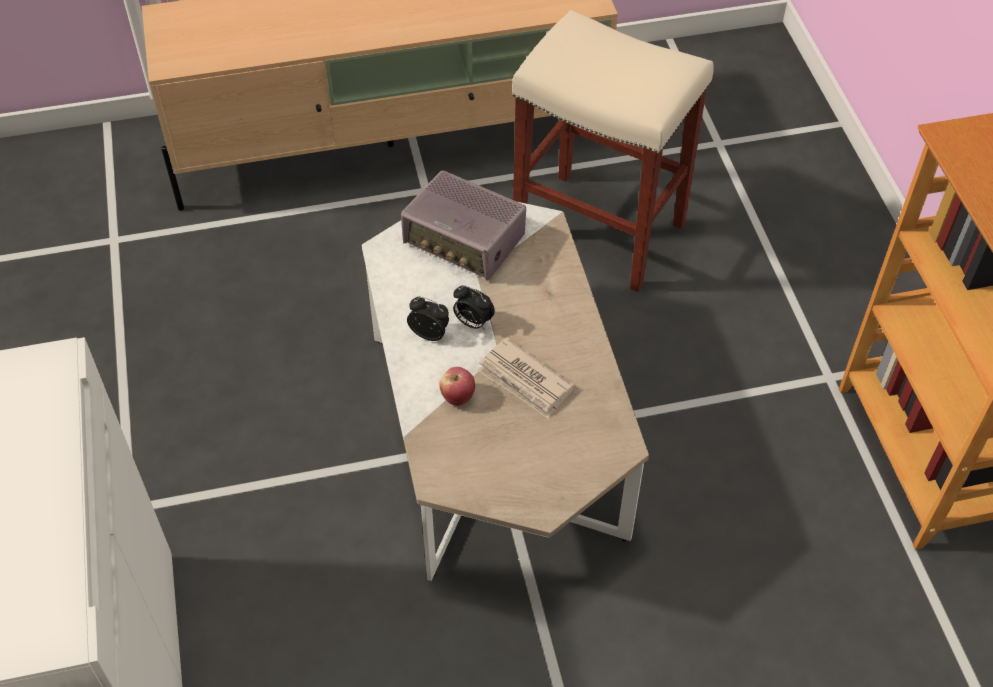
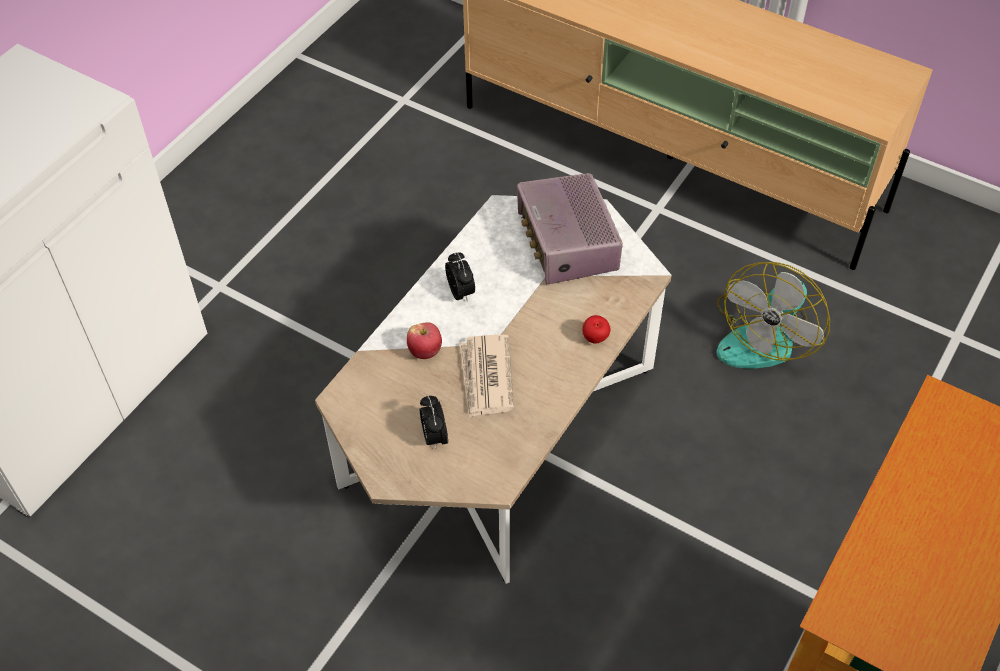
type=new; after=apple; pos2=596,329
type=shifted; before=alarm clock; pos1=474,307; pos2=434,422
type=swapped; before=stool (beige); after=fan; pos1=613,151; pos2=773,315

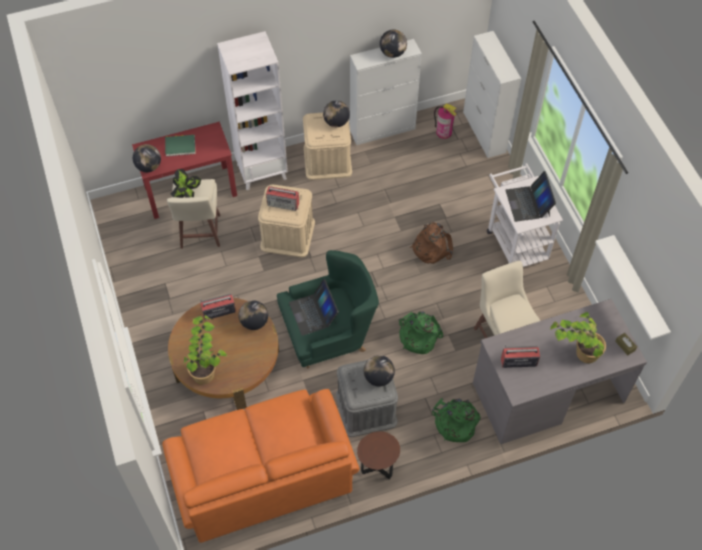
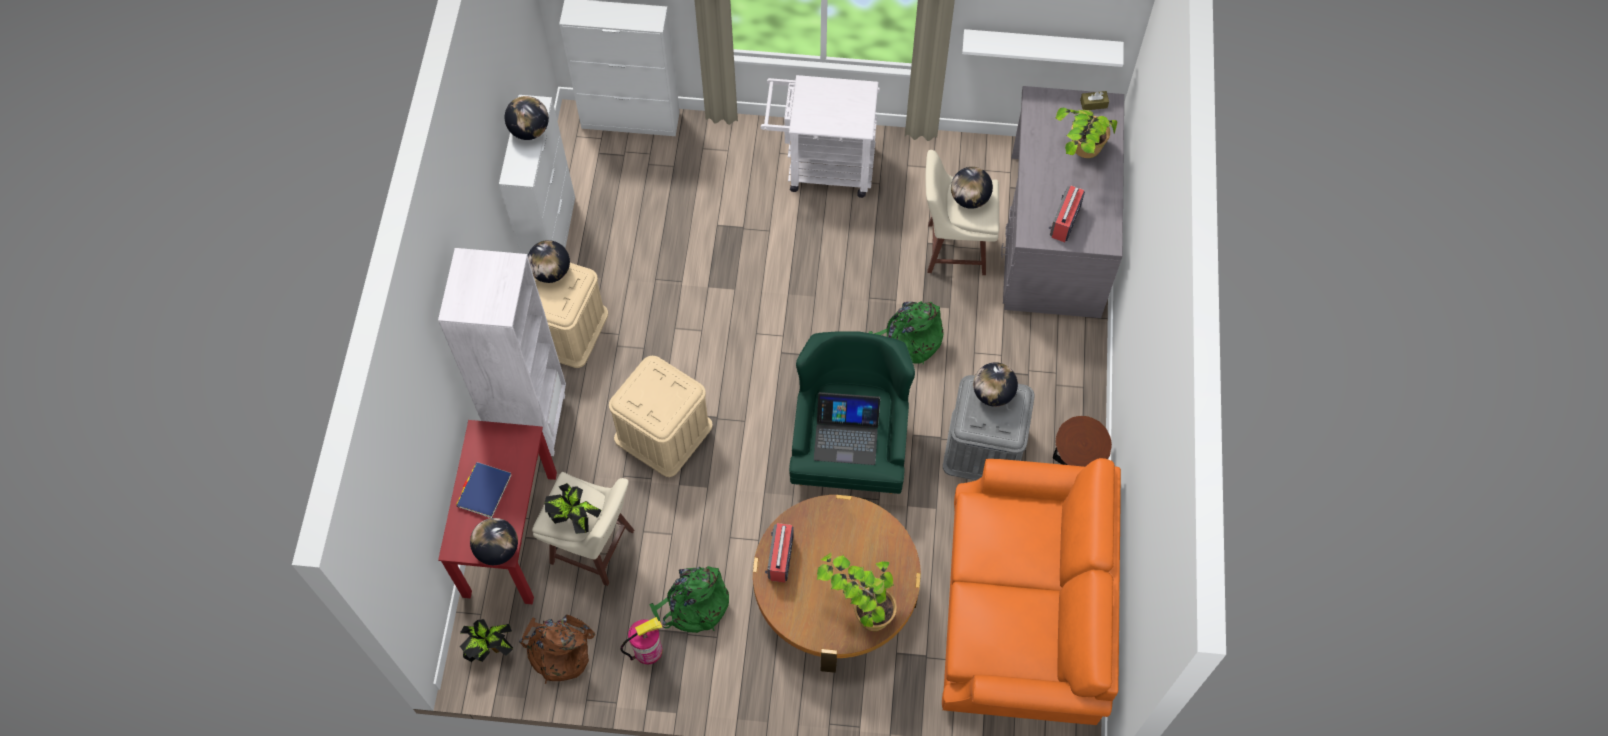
type=gone; before=radio; pos1=282,198
type=gone; before=laptop; pos1=530,196
type=new; after=potted plant; pos2=486,640
type=shifted; before=globe; pos1=253,315; pos2=972,188
type=shifted; before=backpack (brown); pos1=431,243; pos2=557,649
type=shifted; before=backpack (green); pos1=456,420; pos2=689,599
type=shifted; before=fire extinguisher; pos1=445,121; pos2=641,640
type=repainted; before=book (green); after=book (blue); pos1=180,145; pos2=484,490

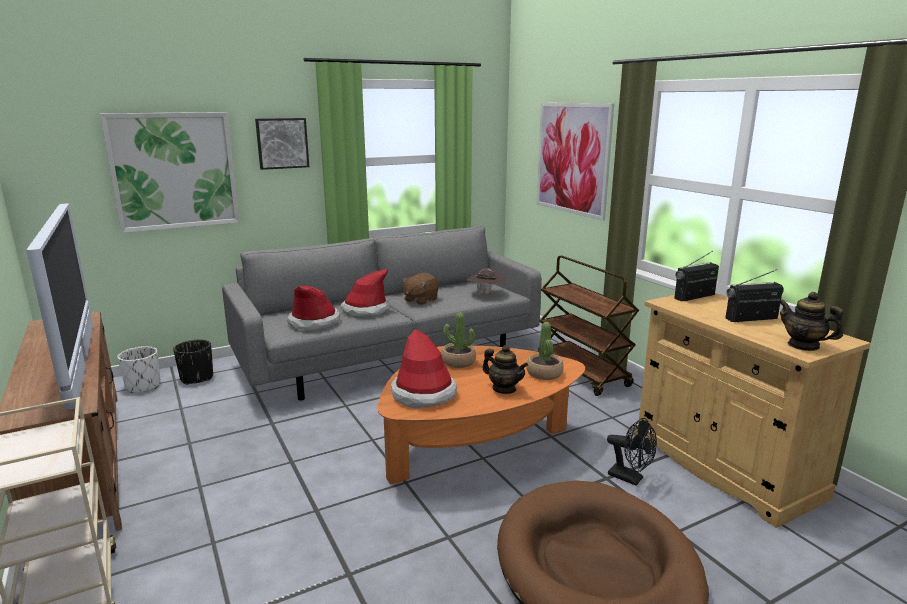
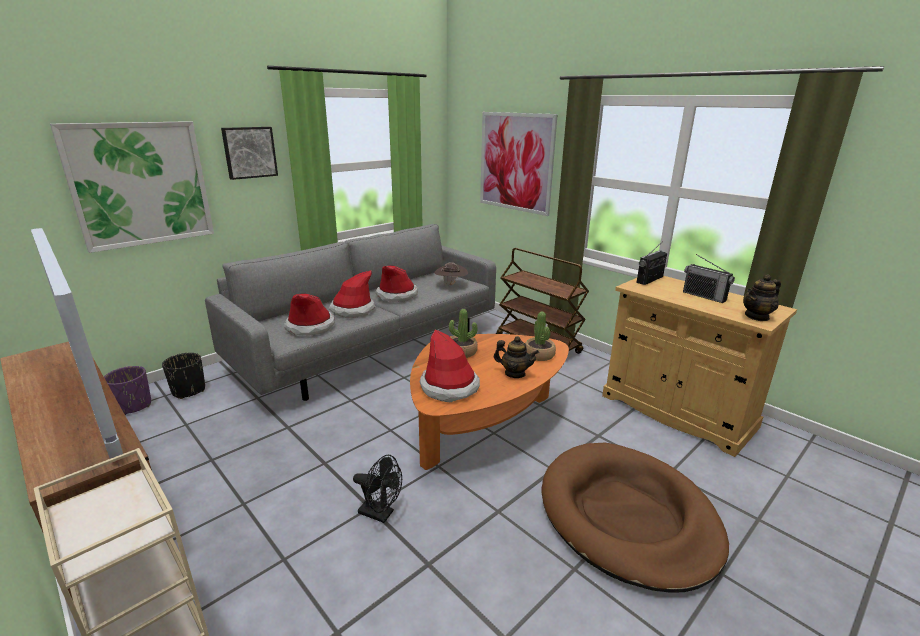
type=shifted; before=fan (black); pos1=632,452; pos2=377,489
type=swapped; before=plush toy (brown); after=hat; pos1=420,289; pos2=397,283
type=repainted; before=planter (white); after=planter (purple); pos1=138,369; pos2=127,390
type=rotated; before=radio; pos1=754,295; pos2=709,278; turn=-105
type=rotated; before=teapot; pos1=811,321; pos2=762,297; turn=-60

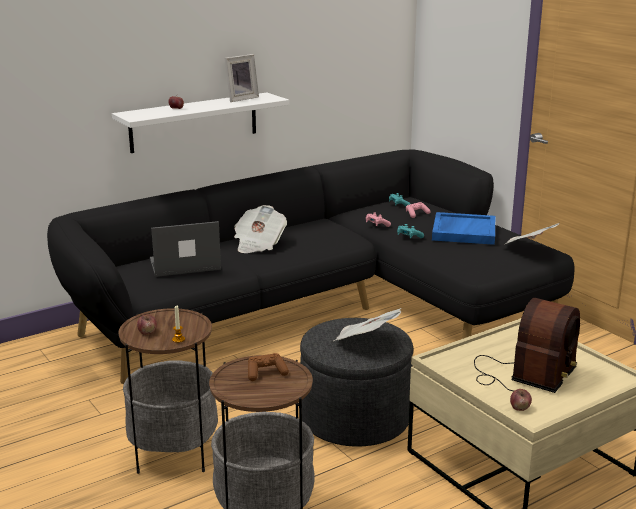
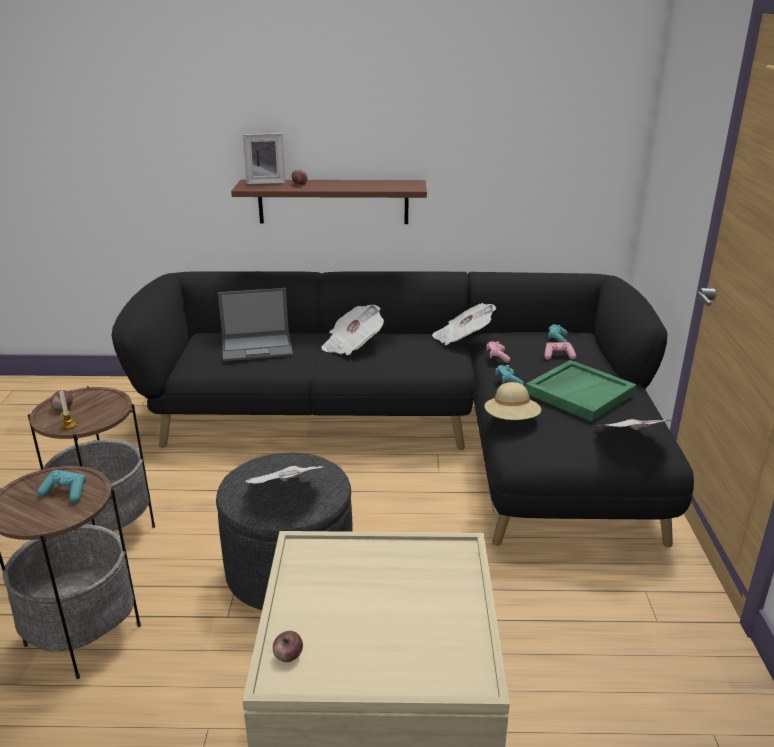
type=gone; before=radio; pos1=527,345
type=new; after=newspaper; pos2=464,324
type=new; after=hat (beige); pos2=513,401
type=shifted; before=picture frame; pos1=242,78; pos2=264,158
type=repainted; before=shelf (white); after=shelf (brown); pos1=200,123; pos2=329,202
type=repainted; before=game controller (brown); after=game controller (turquoise); pos1=268,367; pos2=61,486
type=repainted; before=tray (blue); after=tray (green); pos1=463,228; pos2=581,391
type=rotated; before=laptop; pos1=185,249; pos2=255,324; turn=150

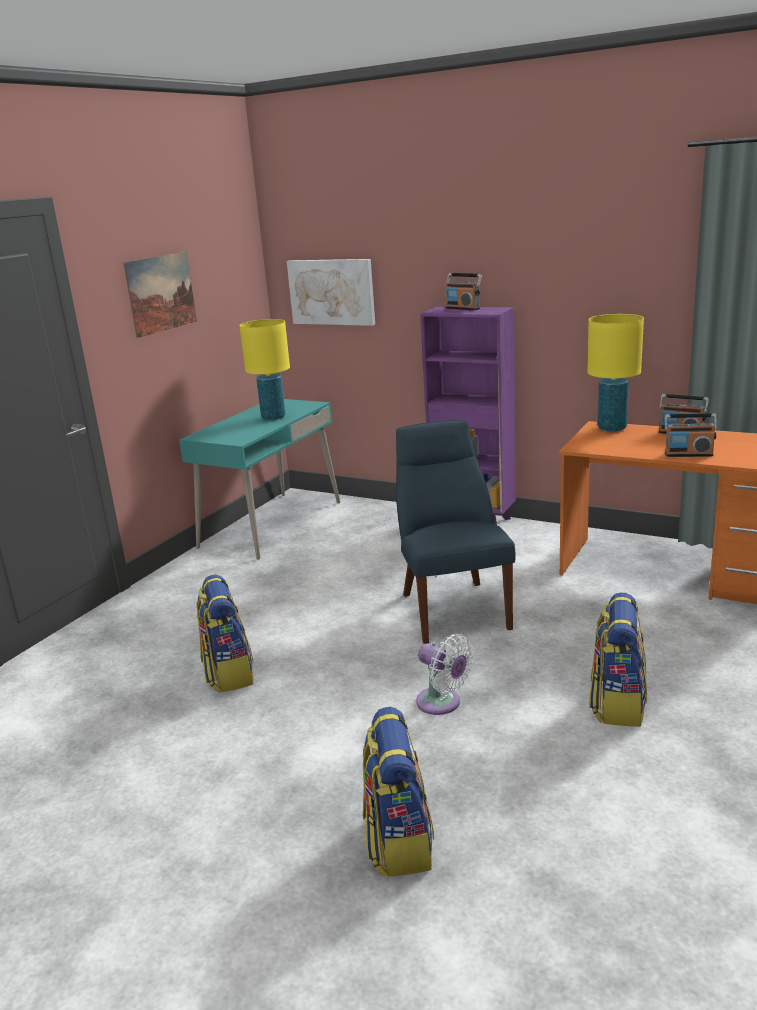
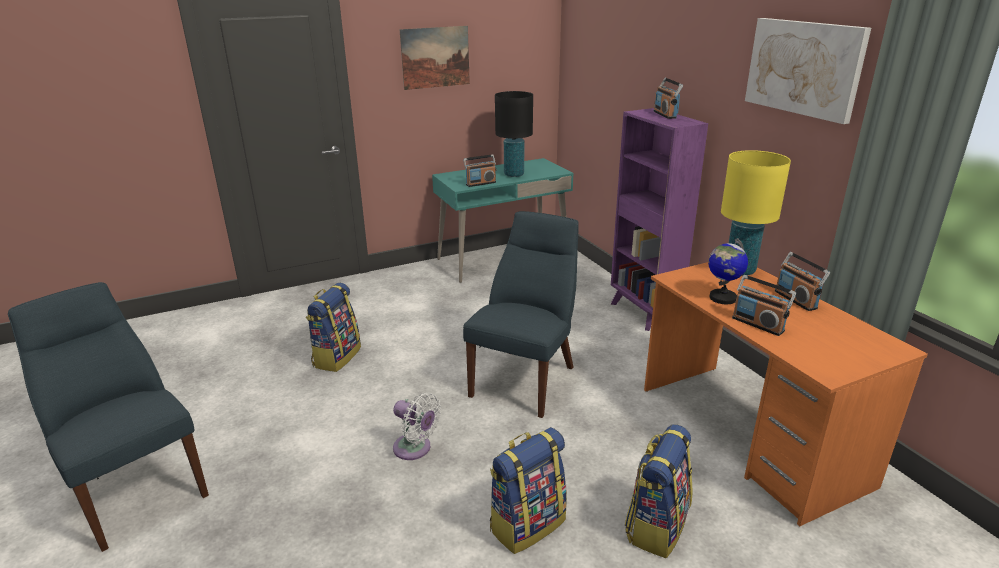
type=new; after=chair (blue); pos2=108,417
type=new; after=radio; pos2=479,170
type=new; after=globe; pos2=728,271
type=shifted; before=picture; pos1=331,292; pos2=808,71
type=shifted; before=backpack; pos1=398,792; pos2=659,491
type=repainted; before=table lamp (yellow); after=table lamp (black); pos1=264,369; pos2=514,134
type=rotated; before=fan (white); pos1=445,674; pos2=417,426; turn=-45

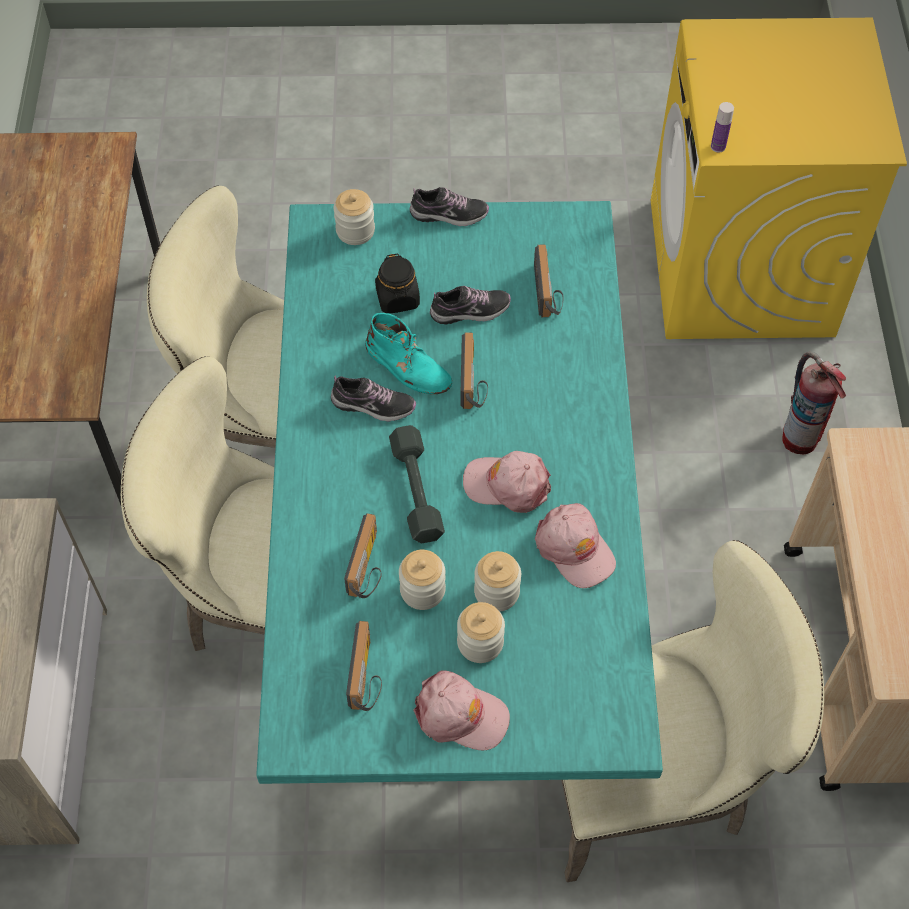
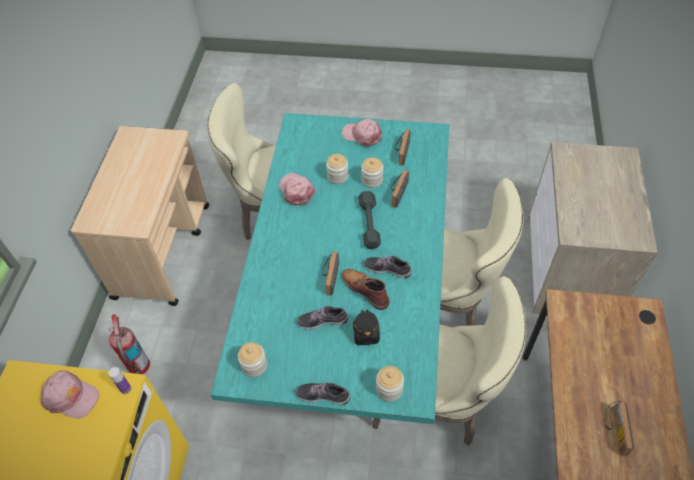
type=shifted; before=jar; pos1=481,632; pos2=252,359
type=shifted; before=cap (pink); pos1=507,482; pos2=70,394
type=shifted; before=radio; pos1=549,280; pos2=619,428
type=repainted; before=boot (turquoise); after=boot (brown); pos1=408,353; pos2=365,289

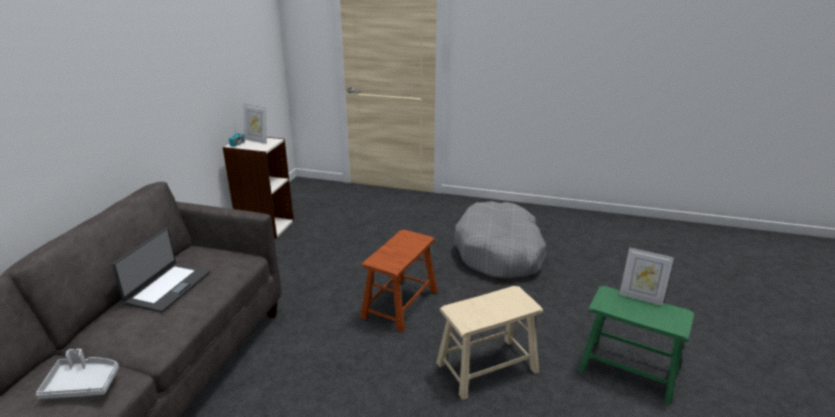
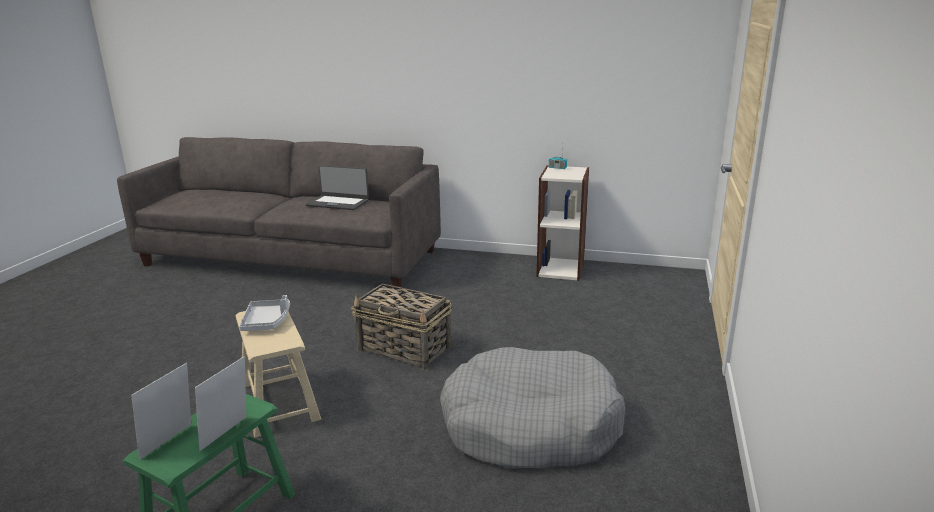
type=shifted; before=tray (grey); pos1=77,374; pos2=264,313
type=shifted; before=picture frame; pos1=255,123; pos2=161,411
type=swapped; before=stool (brown); after=basket; pos1=399,281; pos2=401,327

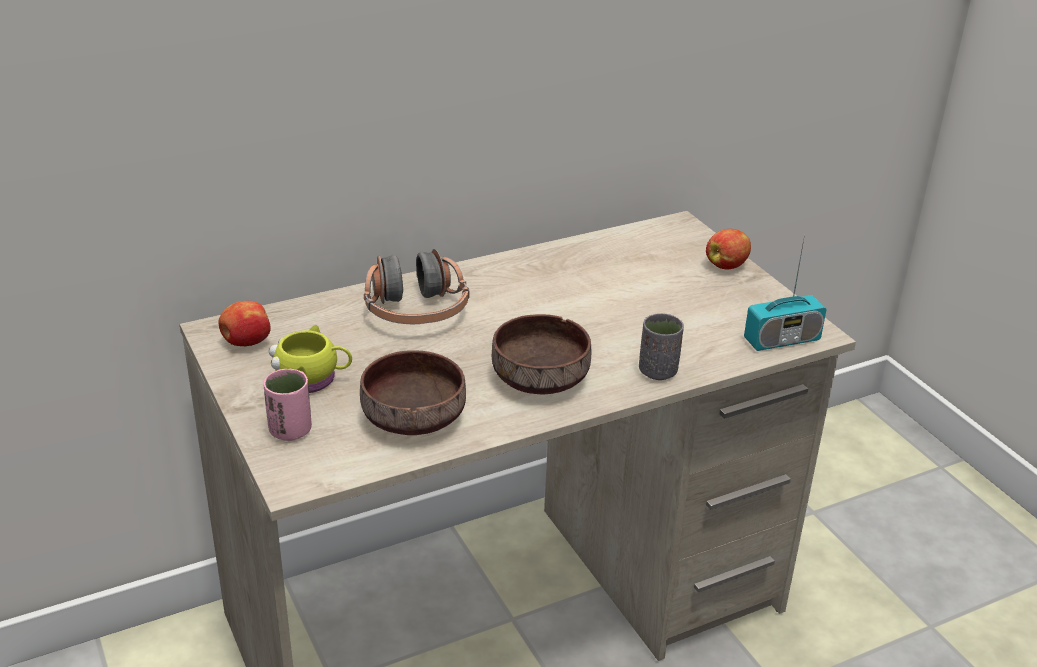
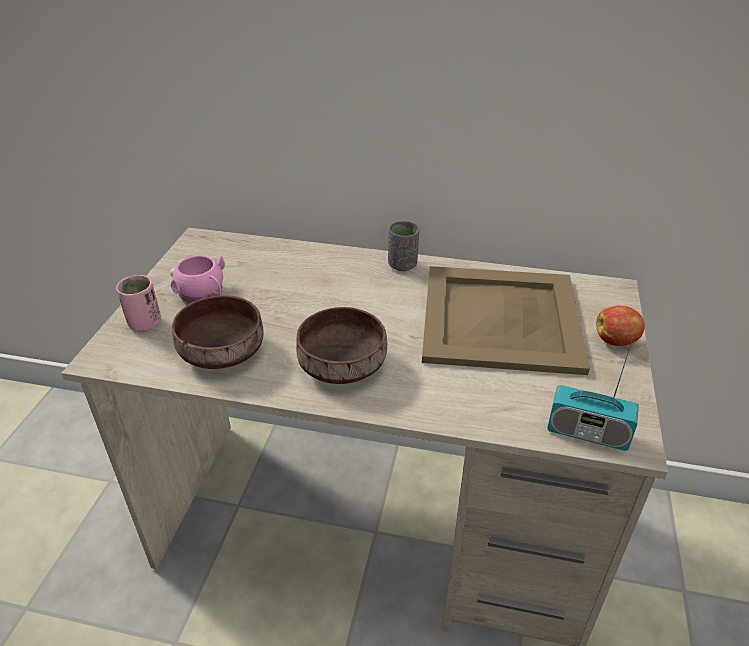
type=gone; before=apple; pos1=244,323
type=gone; before=headphones; pos1=416,286
type=new; after=tray (beige); pos2=506,320
type=shifted; before=cup (grey); pos1=661,346; pos2=403,246
type=repainted; before=mug (yellow); after=mug (pink); pos1=310,359; pos2=197,279

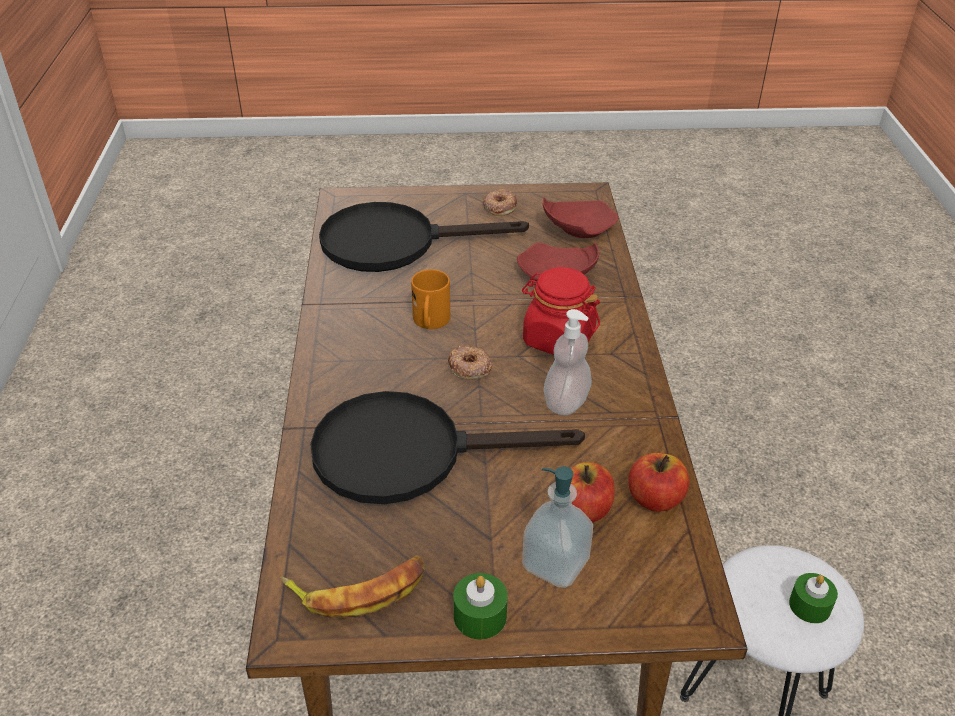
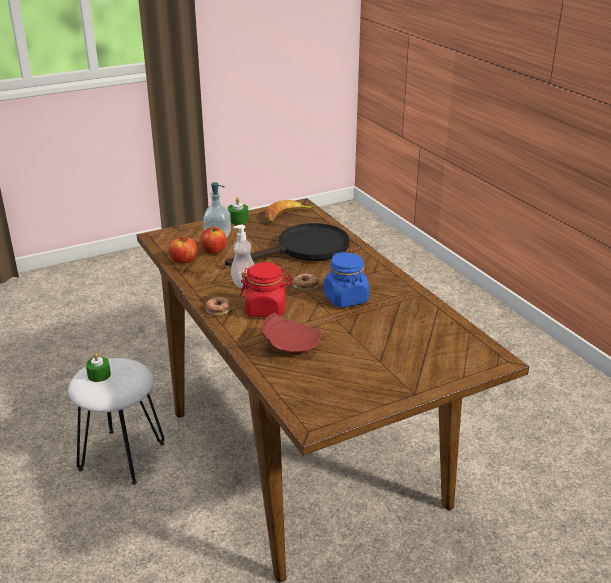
type=gone; before=frying pan (black); pos1=424,237
type=gone; before=plate (red); pos1=580,218
type=shifted; before=donut; pos1=500,202; pos2=219,306
type=swapped; before=mug (orange); after=jar (blue); pos1=430,299; pos2=346,280

